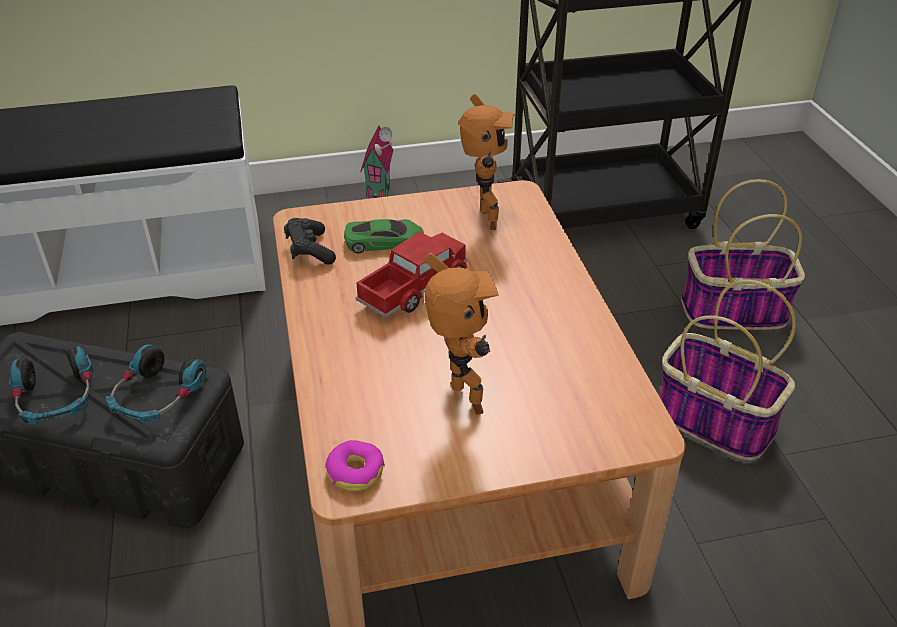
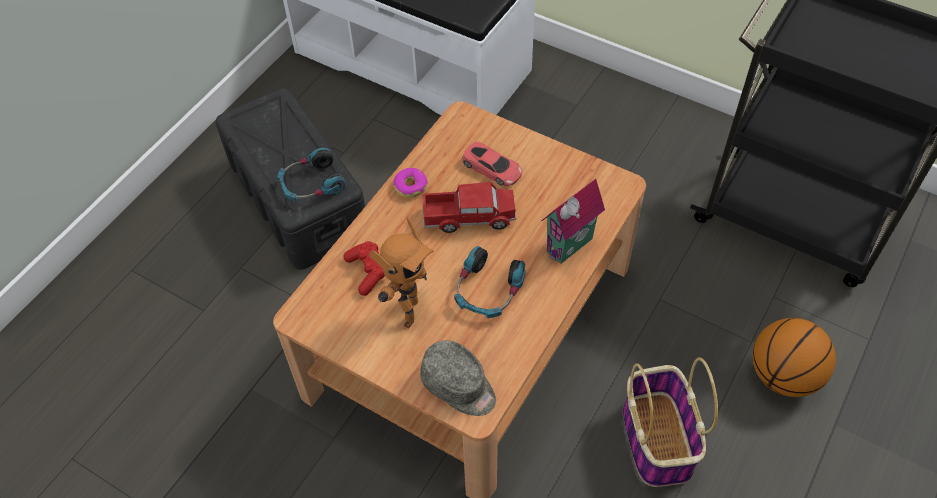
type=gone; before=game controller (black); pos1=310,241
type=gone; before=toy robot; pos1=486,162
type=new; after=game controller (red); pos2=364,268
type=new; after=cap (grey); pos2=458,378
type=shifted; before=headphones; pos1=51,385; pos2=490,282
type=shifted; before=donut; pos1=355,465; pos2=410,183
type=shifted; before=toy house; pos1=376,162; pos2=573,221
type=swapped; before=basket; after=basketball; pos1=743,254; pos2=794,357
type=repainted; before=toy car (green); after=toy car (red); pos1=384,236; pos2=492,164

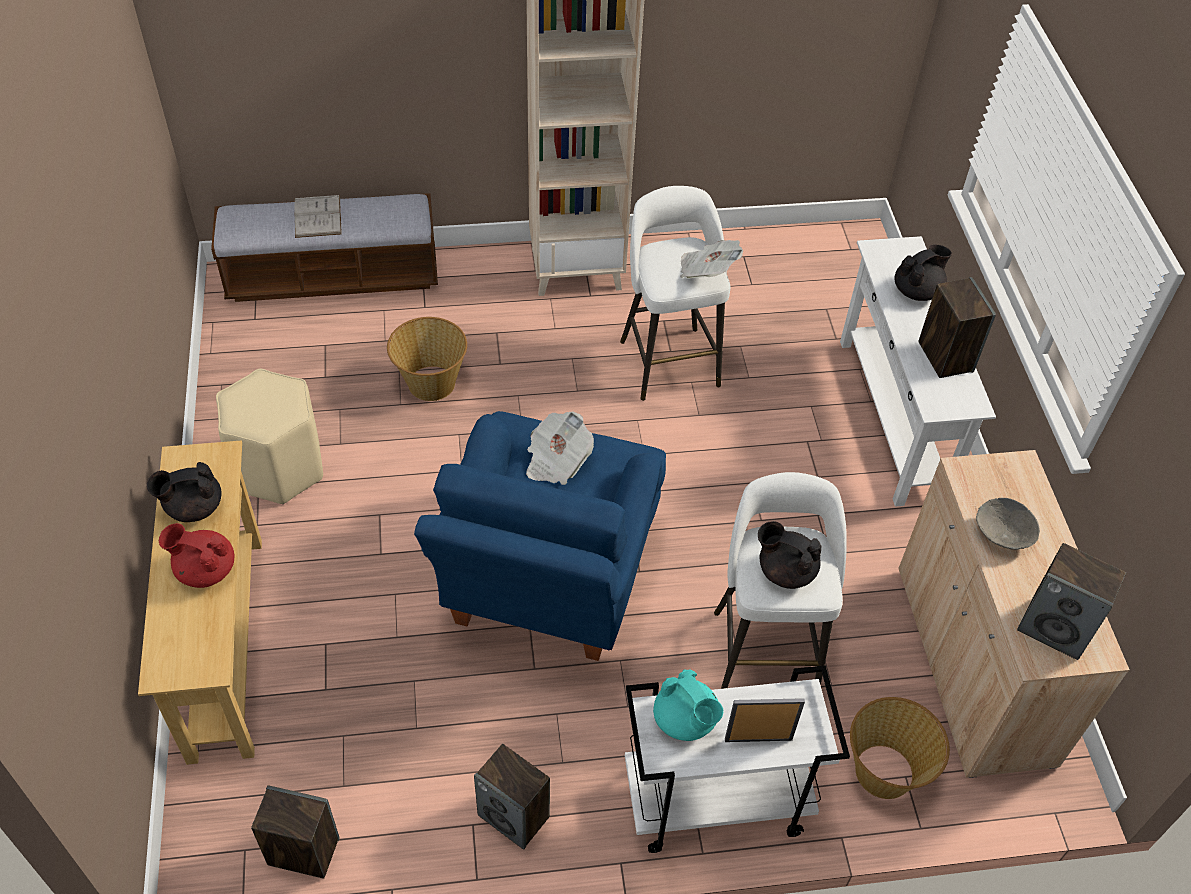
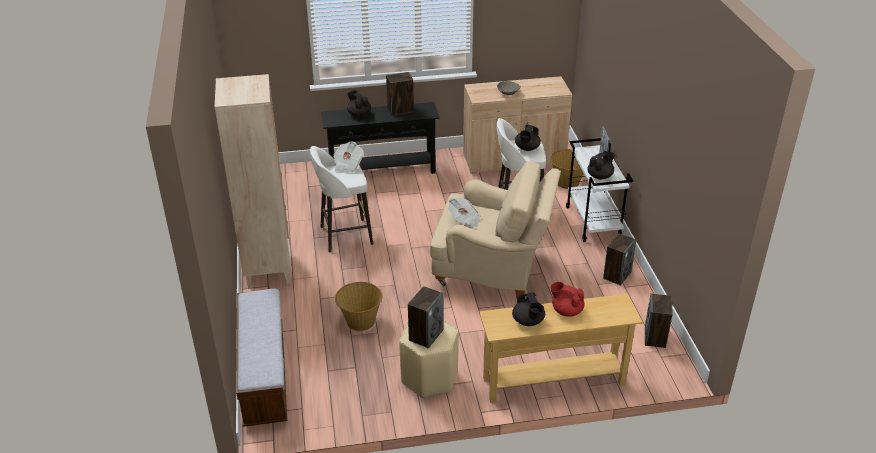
type=gone; before=book (white); pos1=318,216
type=shifted; before=speaker; pos1=1071,601; pos2=426,317
type=repainted; before=armchair (blue); after=armchair (beige); pos1=540,536; pos2=495,230
type=repainted; before=teapot (turquoise); after=teapot (black); pos1=688,705; pos2=601,165
type=repainted; before=console table (white); after=console table (black); pos1=918,371; pos2=380,138
type=rotated; before=teapot (red); pos1=196,555; pos2=567,299; turn=105

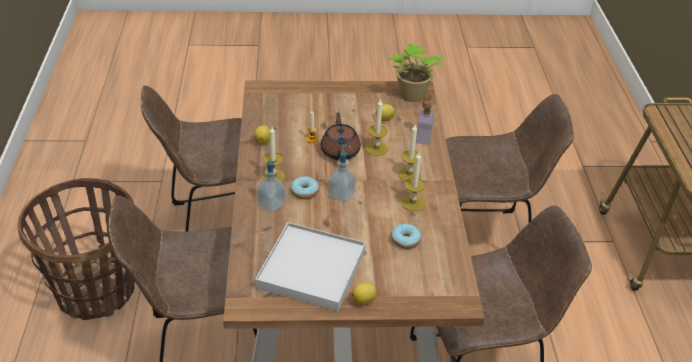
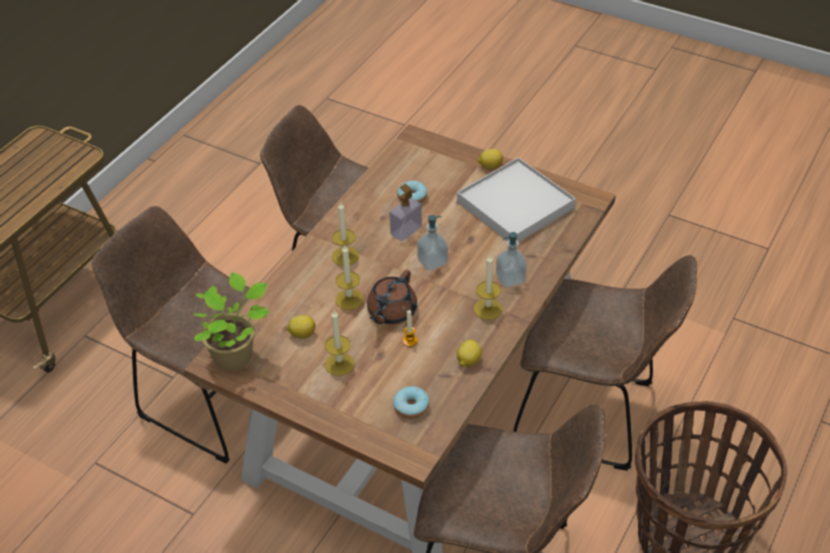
type=shifted; before=donut; pos1=305,187; pos2=411,402
type=shifted; before=candle; pos1=413,182; pos2=339,343
type=shifted; before=soap dispenser; pos1=425,120; pos2=405,213

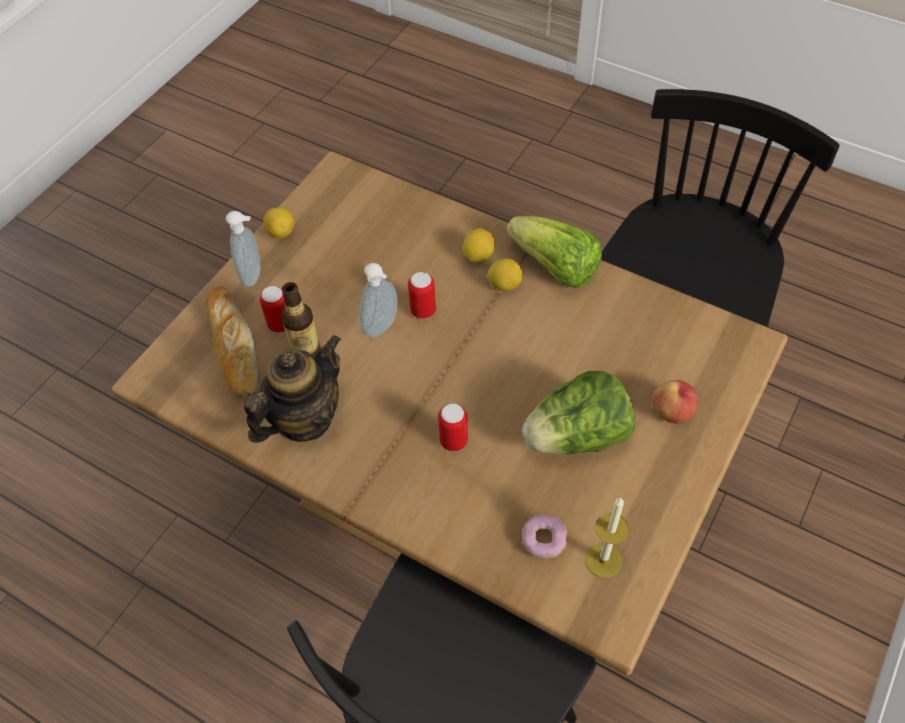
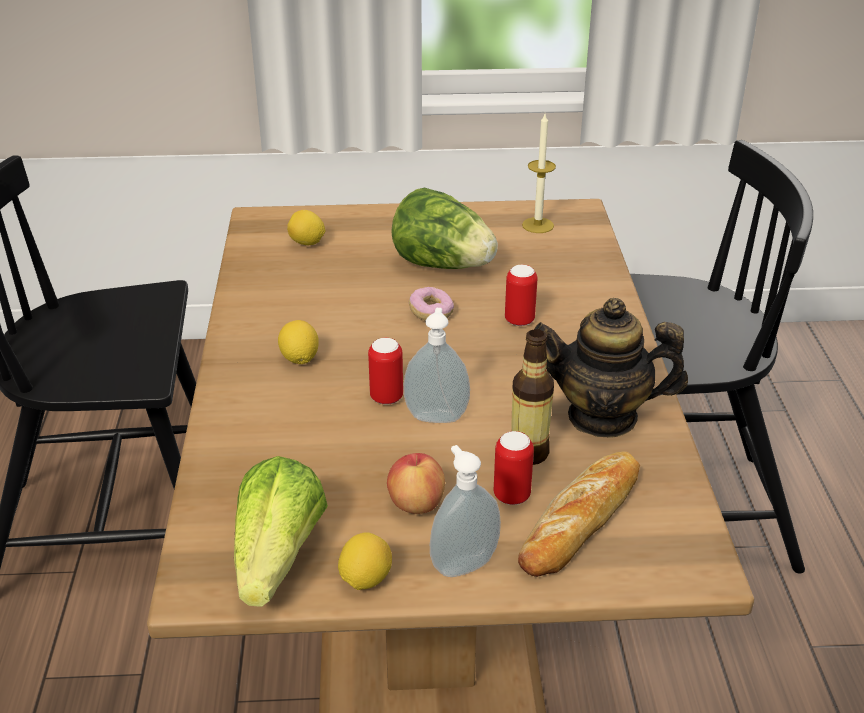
type=shifted; before=lemon; pos1=479,245; pos2=306,227
type=shifted; before=lettuce; pos1=554,252; pos2=281,531
type=shifted; before=donut; pos1=544,537; pos2=431,303
type=shifted; before=apple; pos1=675,402; pos2=416,483

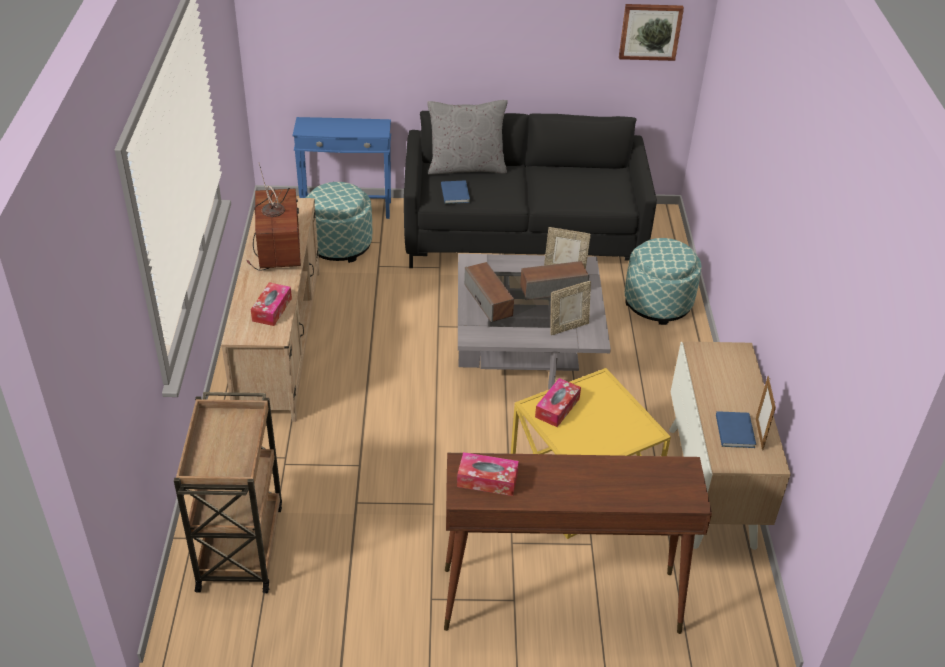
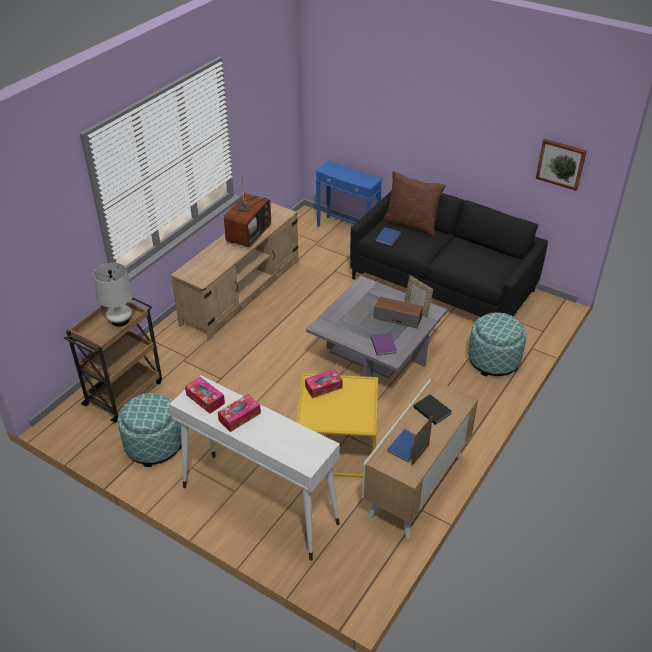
type=gone; before=speaker; pos1=489,292
type=new; after=table lamp (white); pos2=113,295
type=new; after=book (black); pos2=433,409
type=shifted; before=tissue box; pos1=271,304; pos2=239,413
type=shifted; before=ottoman; pos1=339,222; pos2=150,430
type=swapped; before=picture frame; after=book (purple); pos1=570,308; pos2=384,344
type=repainted; before=pillow (grey); after=pillow (brown); pos1=468,137; pos2=414,203
type=repainted; before=console table (brown); after=console table (white); pos1=578,543; pos2=254,468

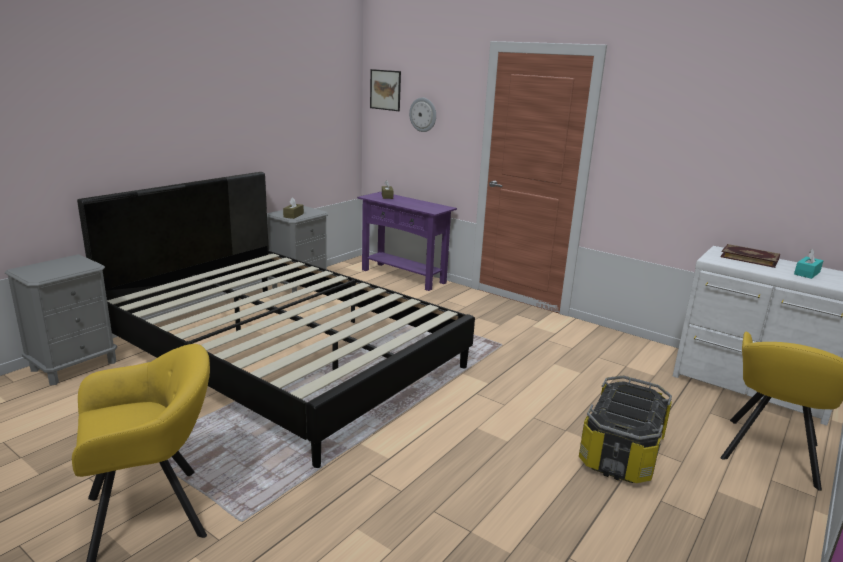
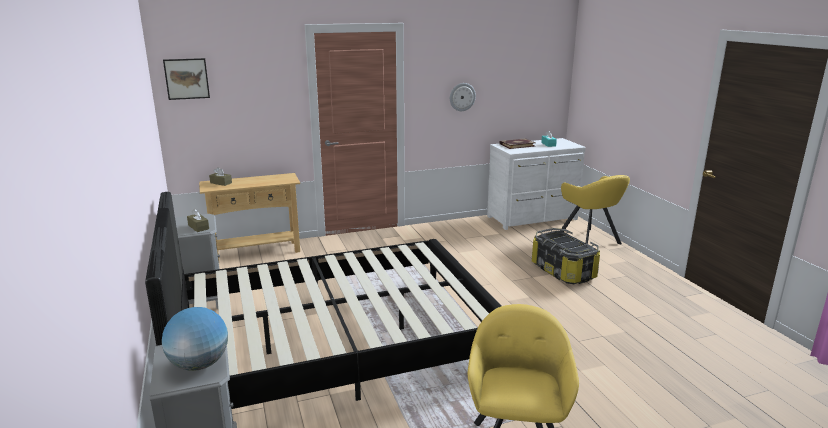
type=new; after=globe; pos2=195,339
type=shifted; before=wall clock; pos1=422,114; pos2=463,97
type=repainted; before=console table (purple); after=console table (beige); pos1=407,241; pos2=249,217

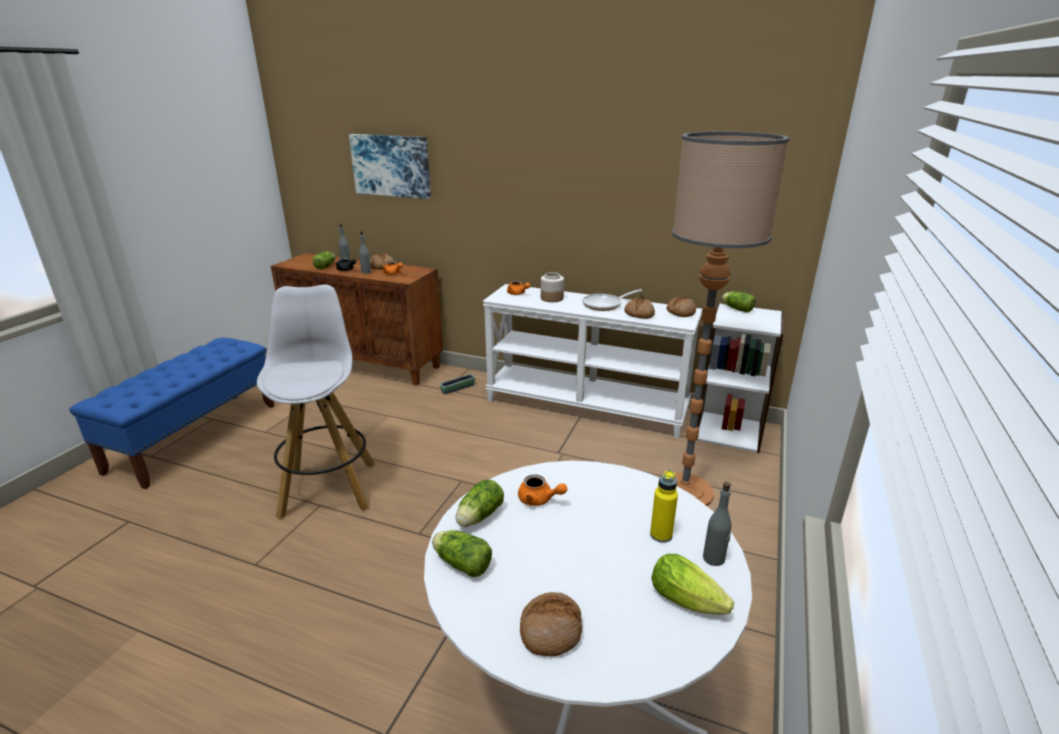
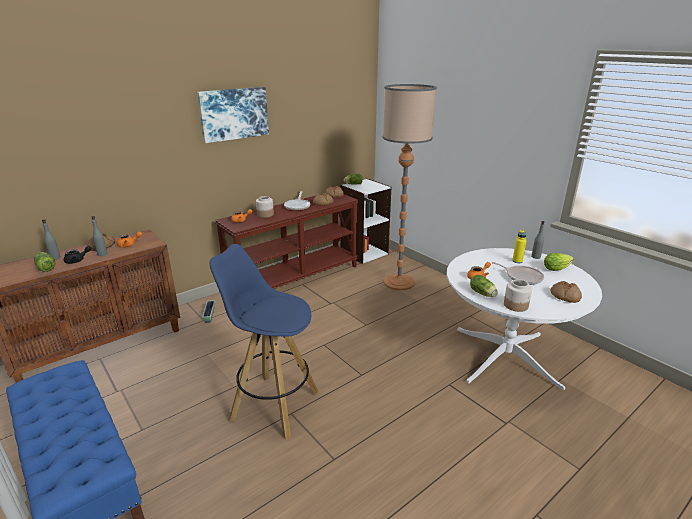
type=new; after=frying pan; pos2=518,273
type=shifted; before=picture; pos1=390,166; pos2=233,115
type=swapped; before=lettuce; after=jar; pos1=462,553; pos2=518,295
type=repainted; before=stool (white); after=stool (blue); pos1=316,401; pos2=264,341
type=repainted; before=console table (white); after=console table (brown); pos1=592,361; pos2=286,241

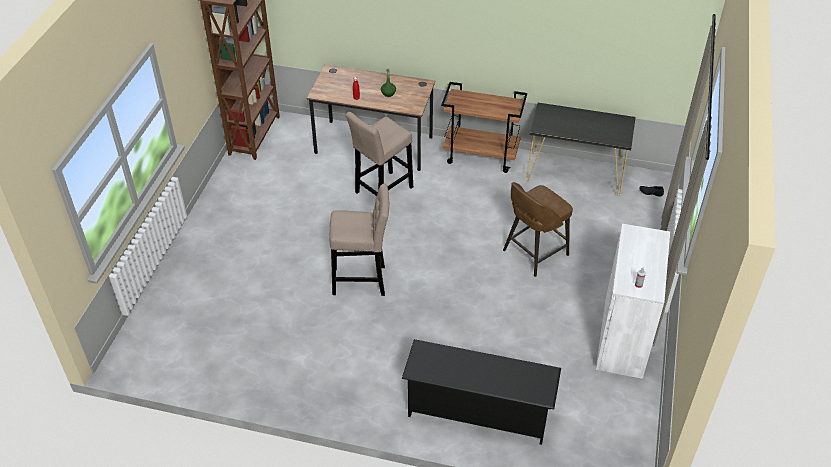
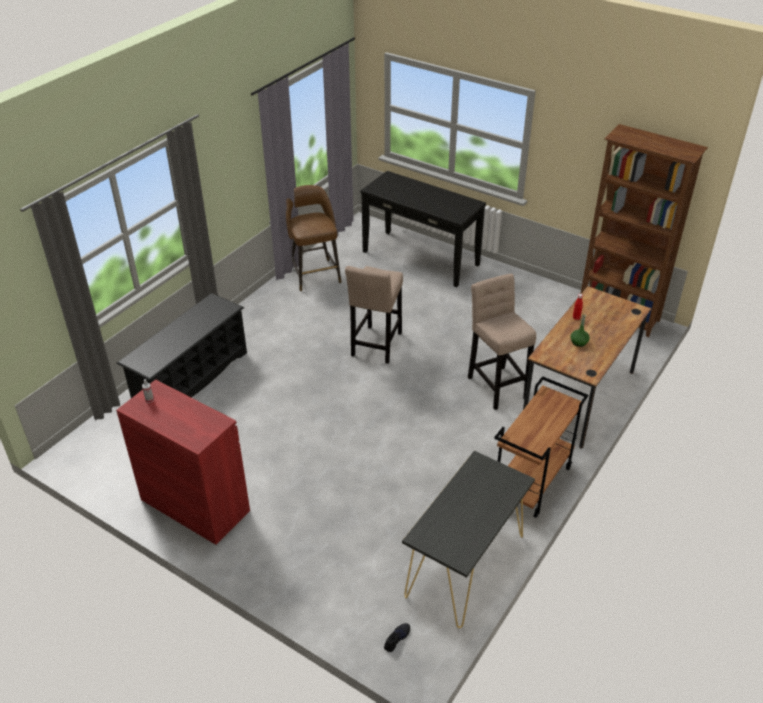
type=new; after=console table (black); pos2=423,229
type=shifted; before=stool (brown); pos1=538,229; pos2=313,238
type=repainted; before=cabinet (white); after=cabinet (red); pos1=633,301; pos2=183,462

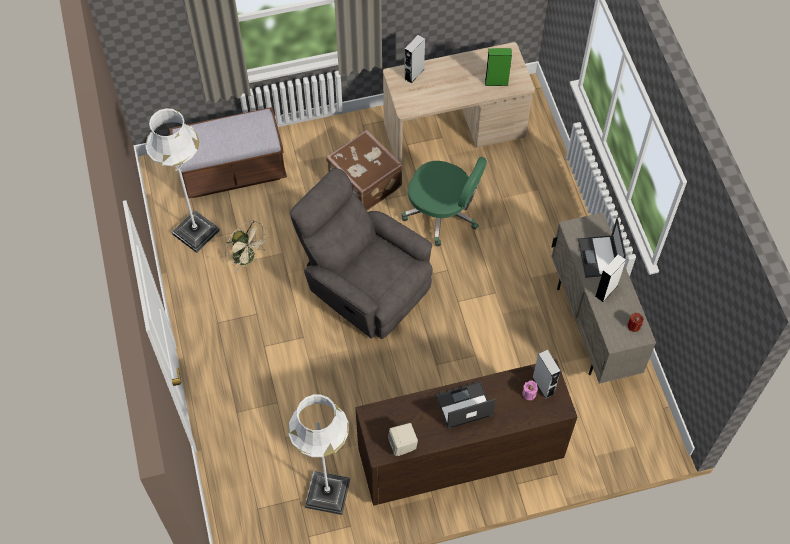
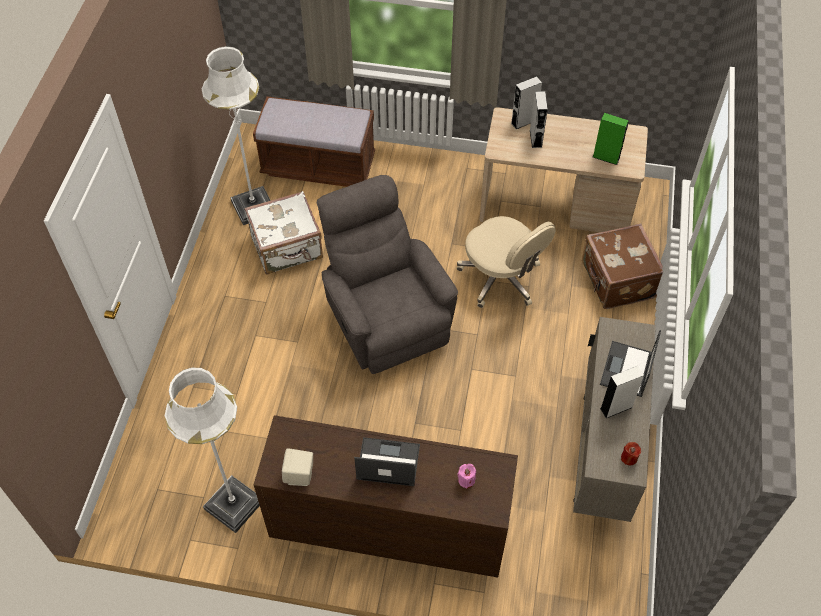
type=shifted; before=suitcase (brown); pos1=364,170; pos2=622,266
type=shifted; before=speaker (grey); pos1=546,374; pos2=539,119
type=swapped; before=fan (beige); after=suitcase (white); pos1=247,247; pos2=283,233
type=repainted; before=office chair (green); after=office chair (beige); pos1=444,201; pos2=506,262

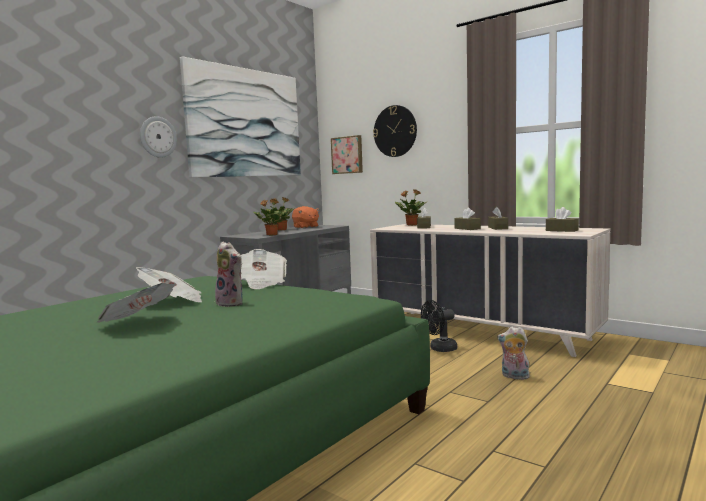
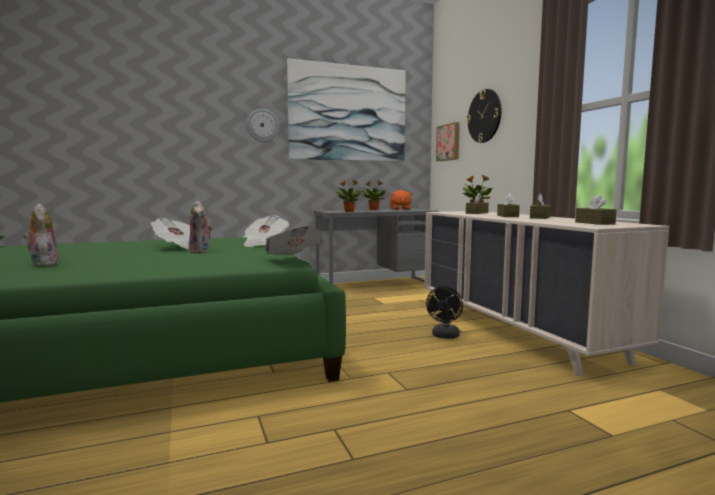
type=shifted; before=newspaper; pos1=135,303; pos2=294,240
type=shifted; before=plush toy; pos1=513,353; pos2=41,234
type=rotated; before=fan (black); pos1=439,326; pos2=444,312; turn=-75

